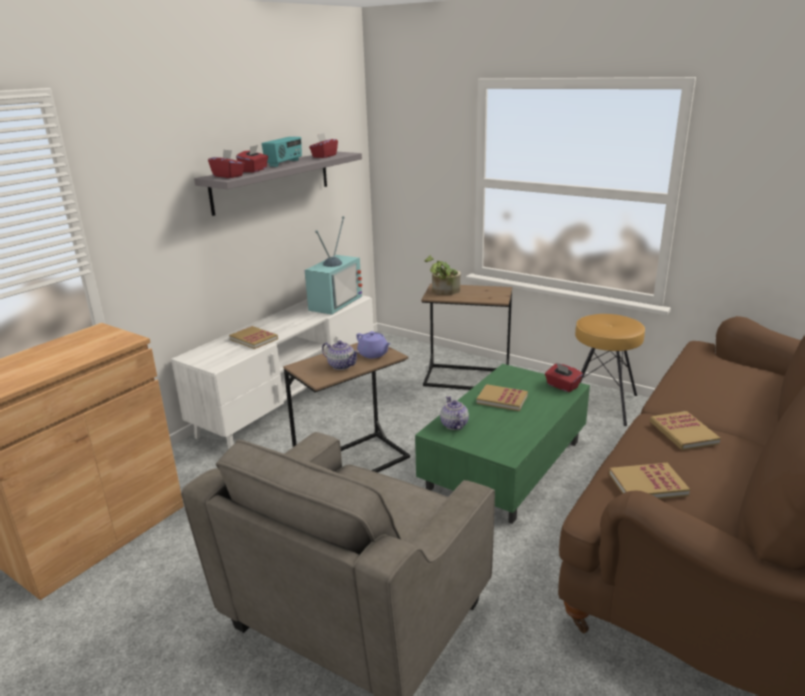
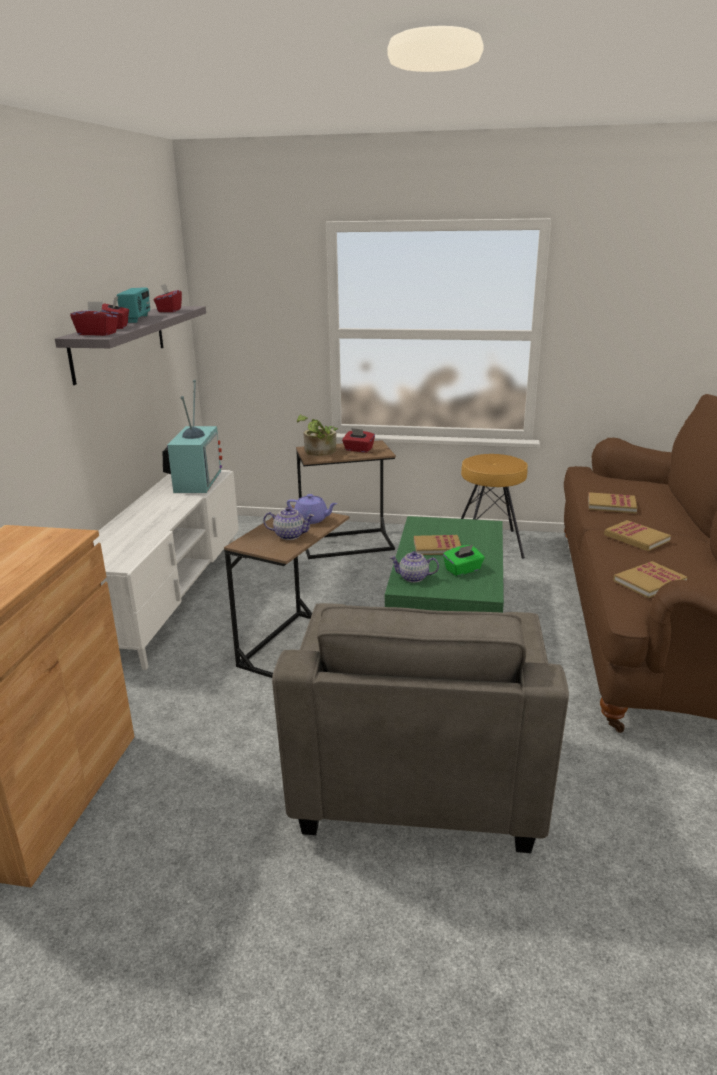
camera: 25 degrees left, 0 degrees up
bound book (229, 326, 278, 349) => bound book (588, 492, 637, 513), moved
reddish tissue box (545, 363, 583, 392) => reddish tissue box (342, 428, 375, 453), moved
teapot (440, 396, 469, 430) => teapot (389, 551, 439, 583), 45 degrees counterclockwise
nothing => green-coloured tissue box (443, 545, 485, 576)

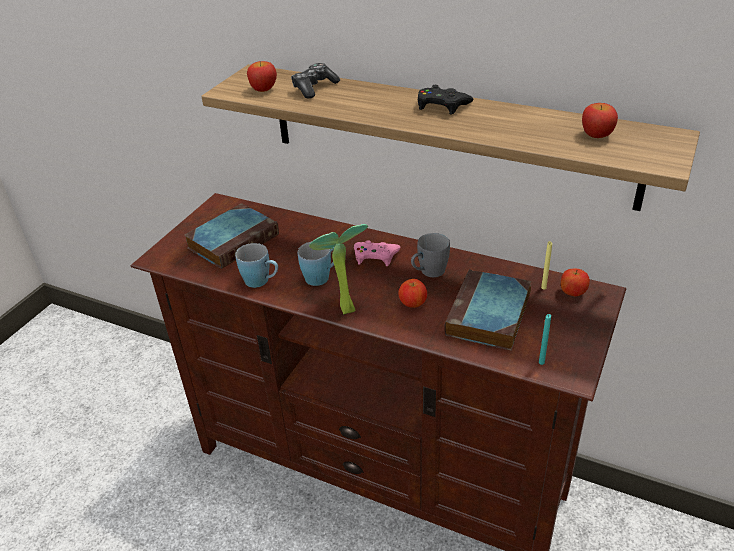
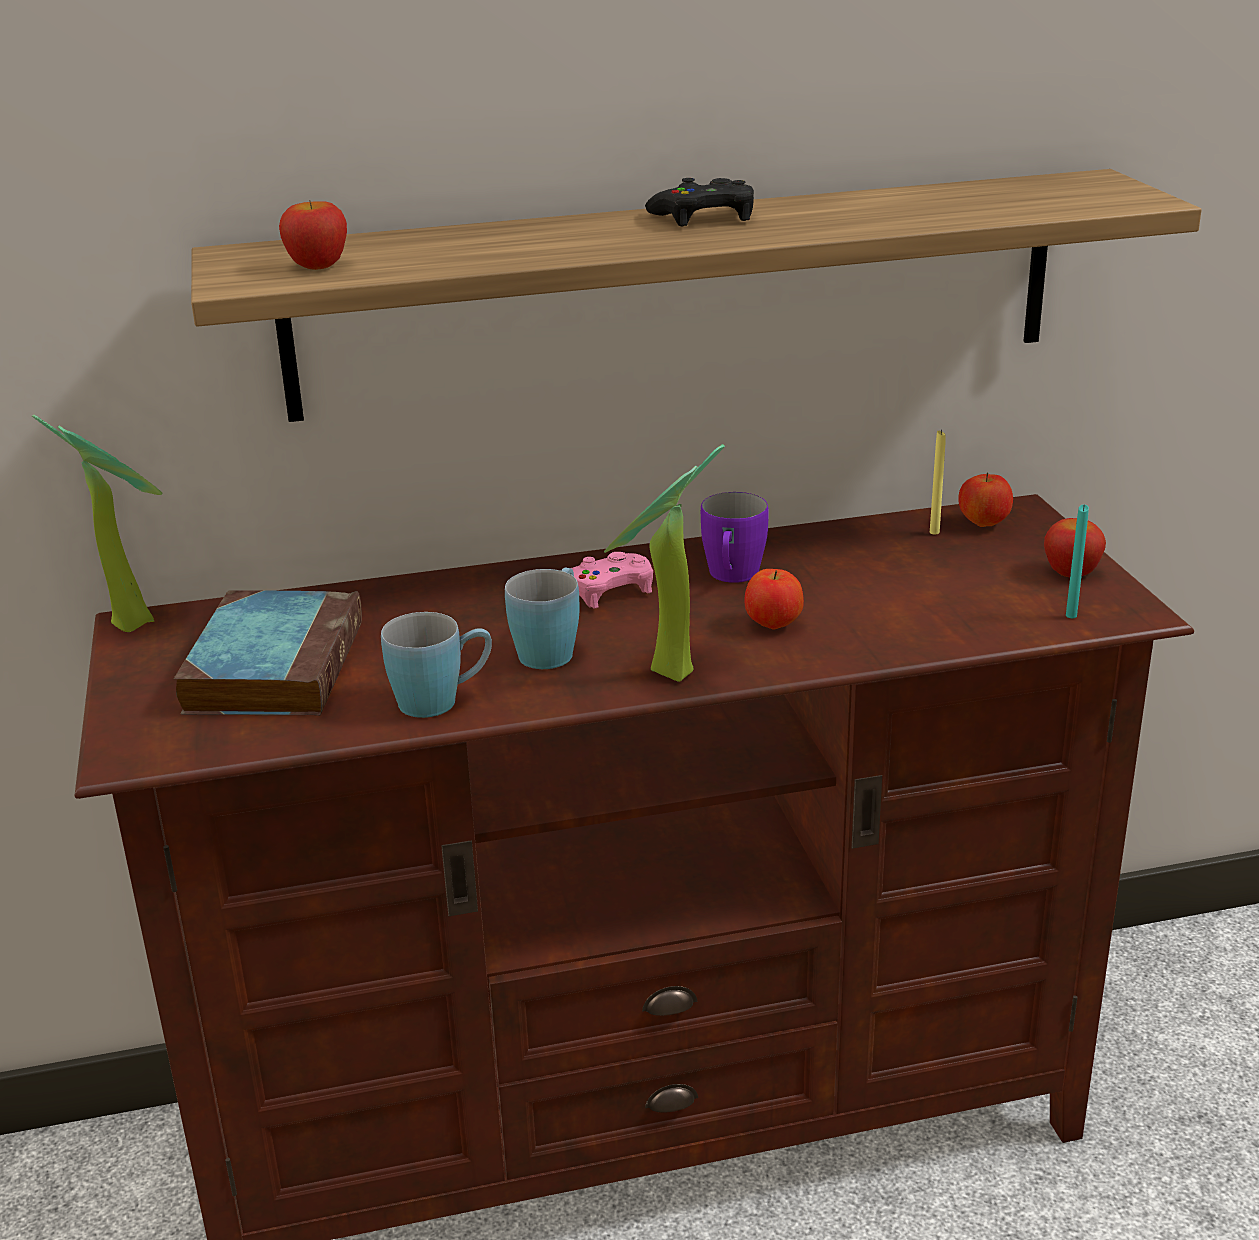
camera: 40 degrees left, 10 degrees down
joypad (291, 63, 340, 99) => nothing
apple fruit (582, 103, 618, 138) => apple fruit (1044, 518, 1106, 577), moved
grey coffee mug (411, 233, 450, 277) => purple-coloured coffee mug (701, 492, 769, 583)
bound book (445, 269, 531, 350) => nothing
nothing => houseplant (32, 415, 163, 632)

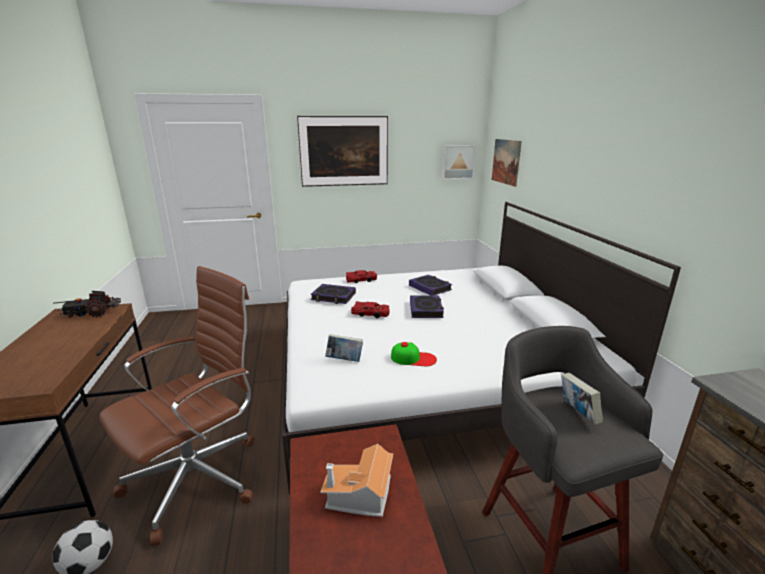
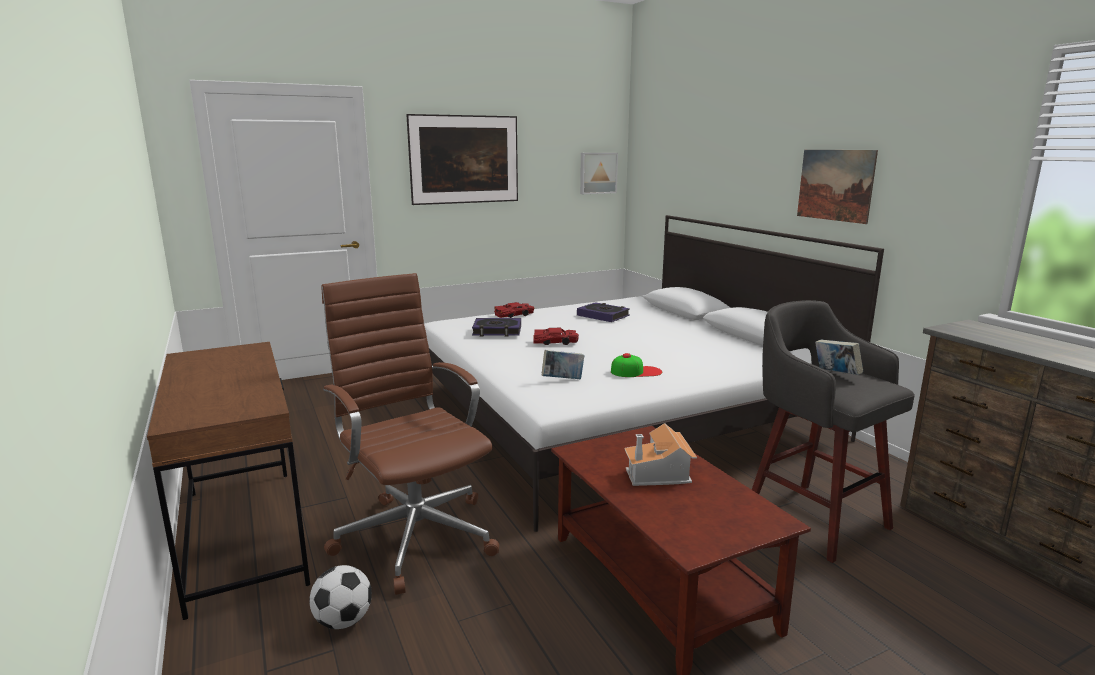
camera: 15 degrees left, 5 degrees down
wall art (492, 139, 522, 187) => wall art (797, 150, 878, 224), moved
brown office chair (99, 266, 255, 546) => brown office chair (321, 273, 499, 595), 60 degrees counterclockwise
toy lorry (53, 291, 121, 318) => nothing
bound book (410, 295, 444, 318) => nothing

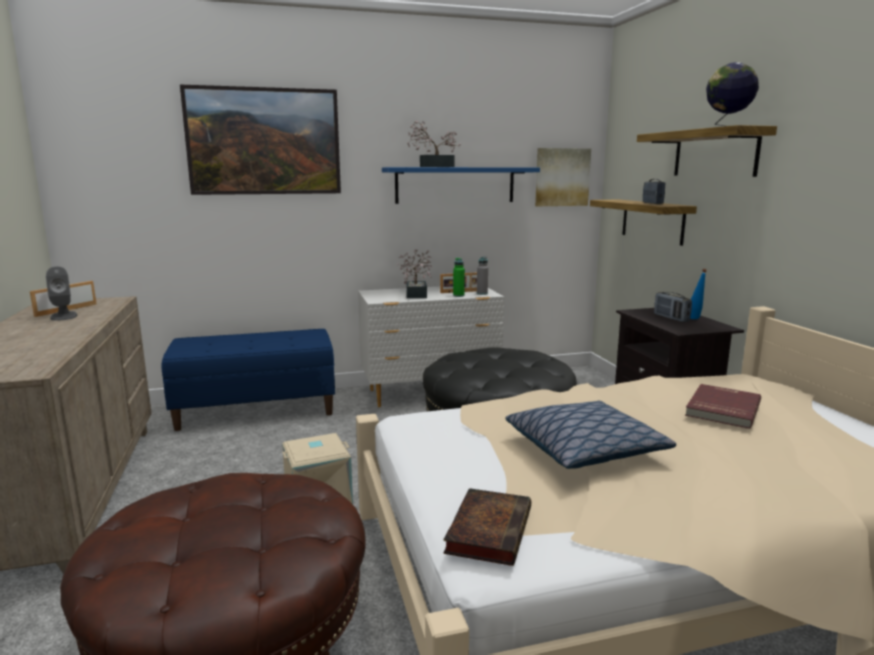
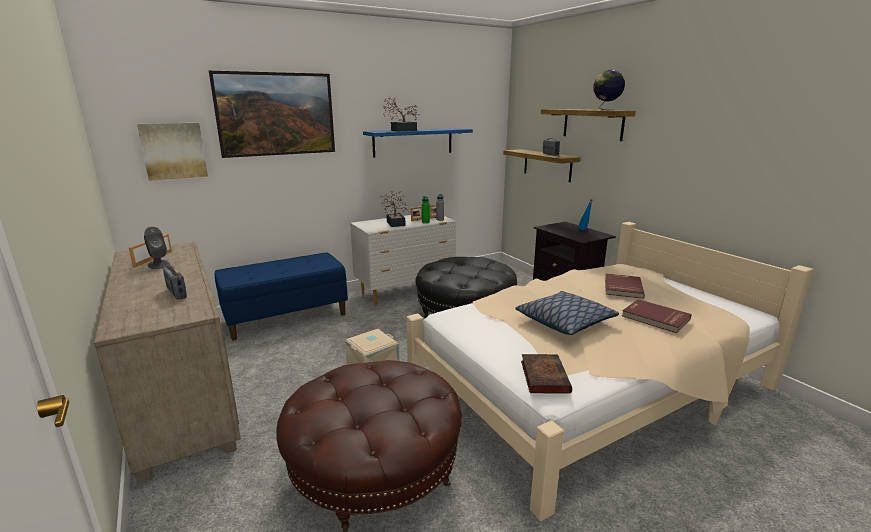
camera: 15 degrees left, 5 degrees up
wall art (535, 148, 591, 206) => wall art (137, 123, 208, 181), moved
radio set (654, 292, 692, 322) => radio set (163, 265, 187, 300), moved
nothing => reddish bound book (622, 299, 692, 333)

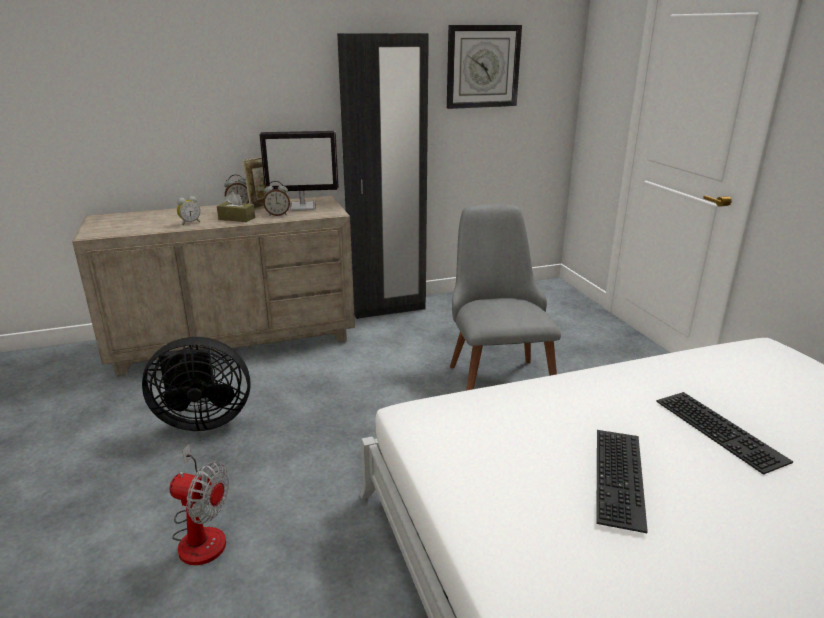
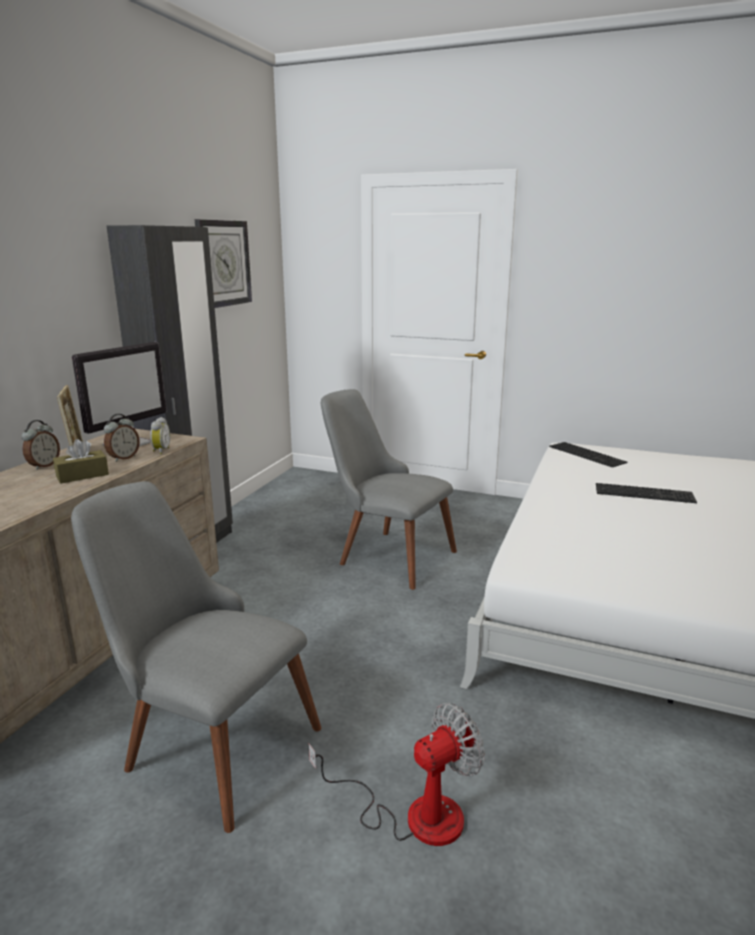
camera: 50 degrees left, 5 degrees down
table clock (177, 196, 200, 225) => table clock (150, 417, 170, 455), moved
black fan (142, 337, 251, 431) => grey plain chair (71, 481, 321, 833)
computer keyboard (596, 430, 648, 533) => computer keyboard (549, 442, 628, 467), moved

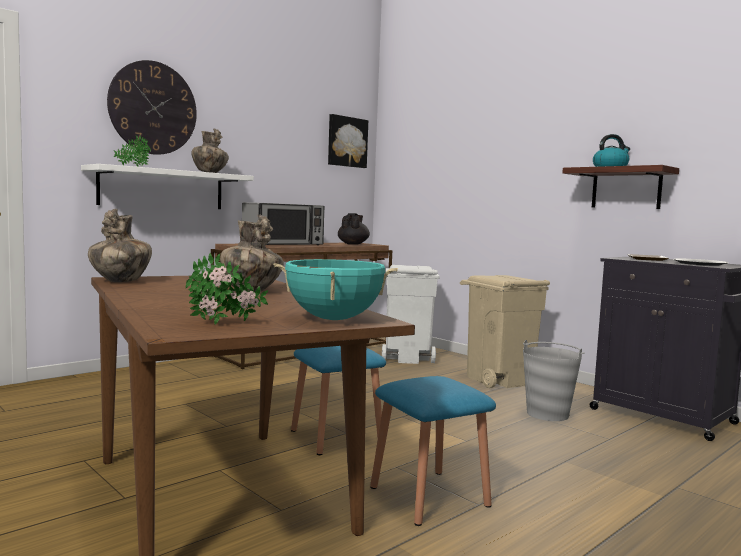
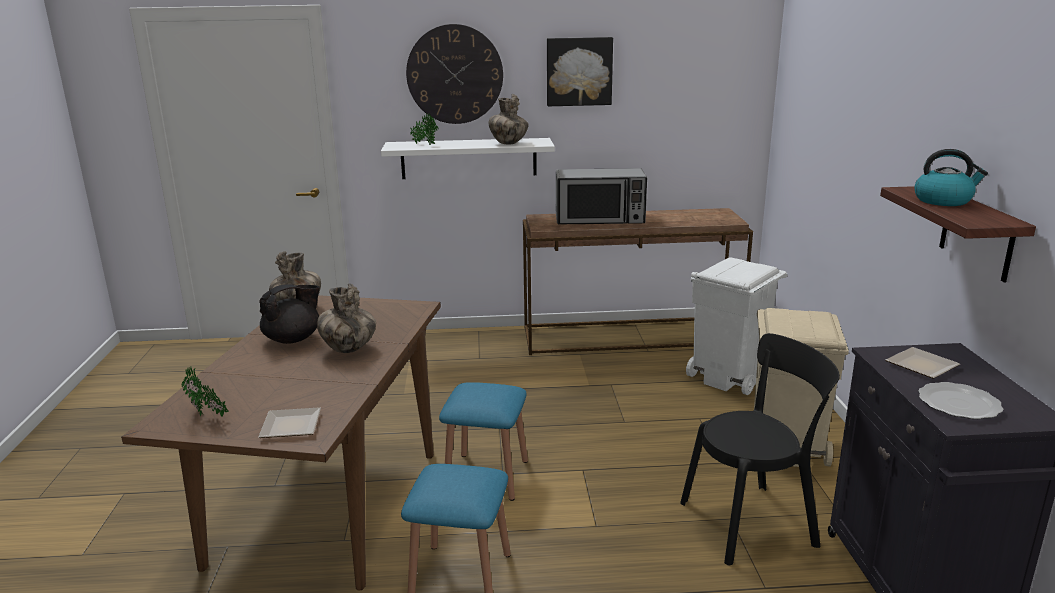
camera: 40 degrees right, 15 degrees up
wall art (328, 114, 368, 168) => wall art (547, 37, 613, 106), moved
black teapot (338, 213, 370, 245) => black teapot (259, 284, 320, 344), moved
turquoise stockpot (274, 259, 398, 320) => plate (258, 408, 321, 438)
grey water bucket (523, 340, 585, 421) => black plain chair (680, 333, 840, 565)

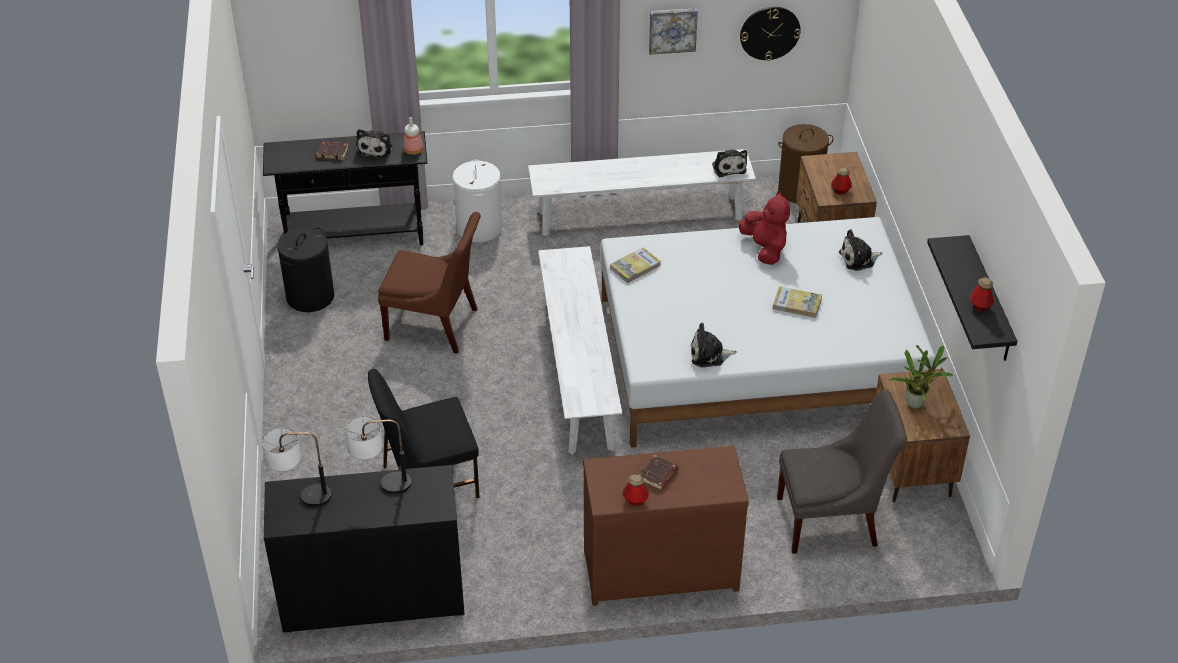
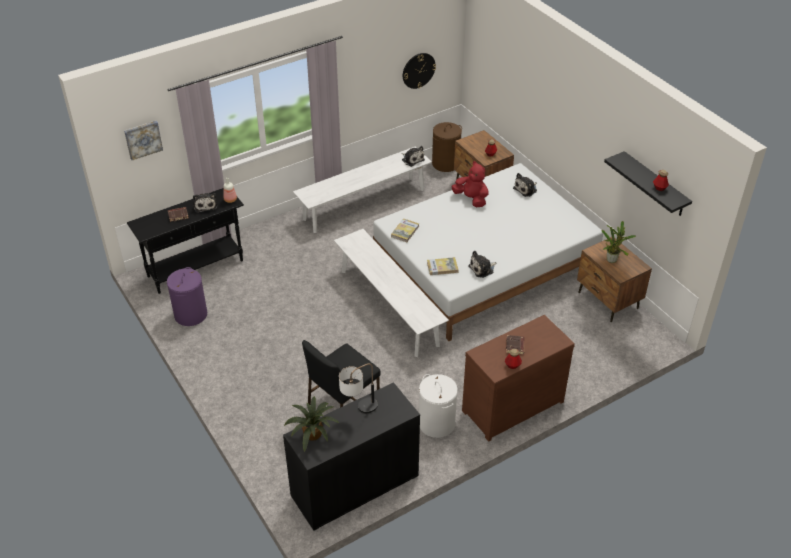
camera: 25 degrees left, 0 degrees up
wall art (649, 8, 698, 55) => wall art (124, 121, 163, 160), moved
whitish washing basket (453, 159, 502, 242) => whitish washing basket (419, 374, 458, 438), moved
brown plain chair (378, 212, 481, 354) => nothing
black washing basket (277, 227, 334, 312) => purple-coloured washing basket (167, 267, 207, 326)
bound book (773, 286, 822, 318) => bound book (427, 257, 459, 275), moved
grey plain chair (777, 389, 907, 554) => nothing
table lamp (262, 427, 331, 507) => houseplant (284, 396, 339, 452)

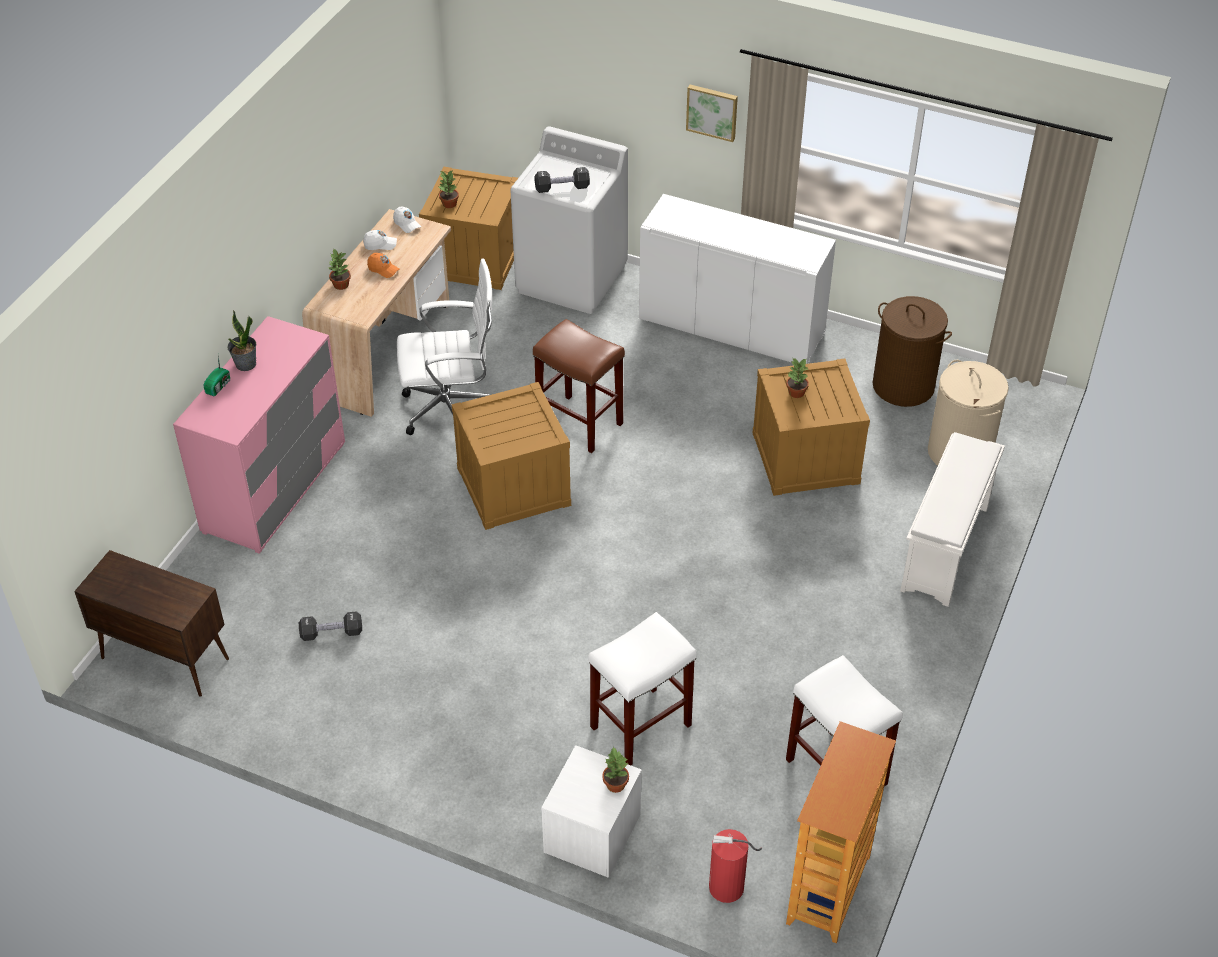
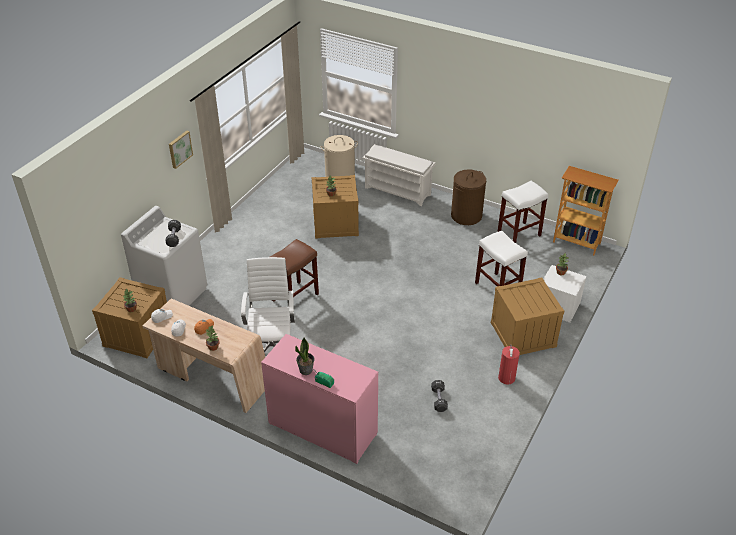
camera: 85 degrees left, 5 degrees down
whitish cabinet (639, 194, 836, 364) => nothing
brown washing basket (872, 296, 952, 407) => brown washing basket (451, 169, 486, 225), moved
crate (452, 382, 571, 530) => crate (491, 277, 564, 355), moved
brown cabinet (74, 550, 229, 697) => nothing
fire-fighting cylinder (709, 829, 762, 903) => fire-fighting cylinder (498, 345, 520, 384), moved

